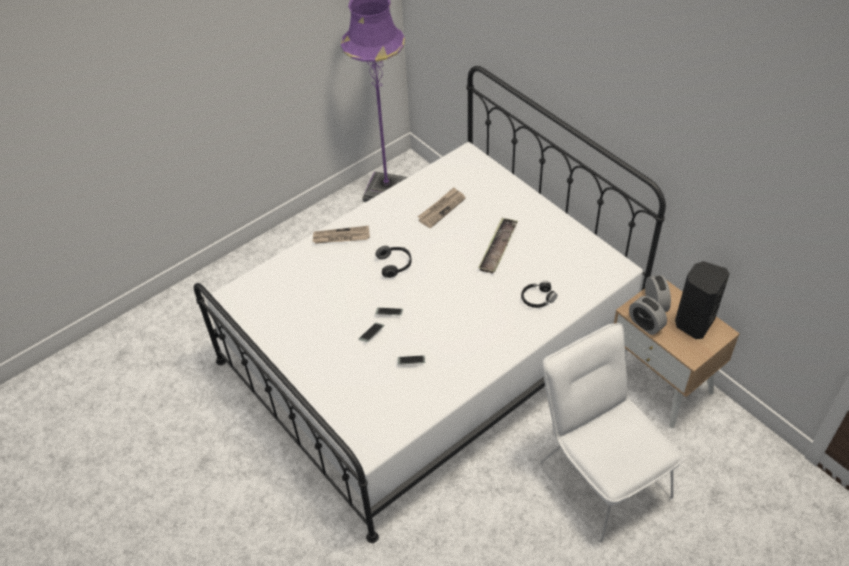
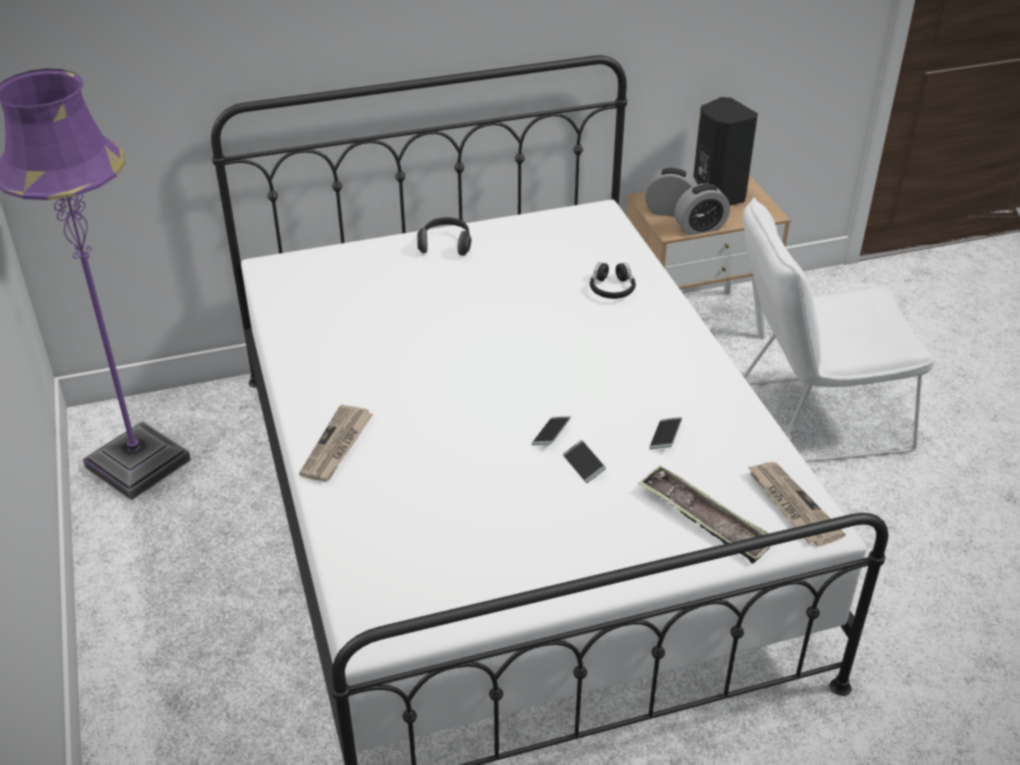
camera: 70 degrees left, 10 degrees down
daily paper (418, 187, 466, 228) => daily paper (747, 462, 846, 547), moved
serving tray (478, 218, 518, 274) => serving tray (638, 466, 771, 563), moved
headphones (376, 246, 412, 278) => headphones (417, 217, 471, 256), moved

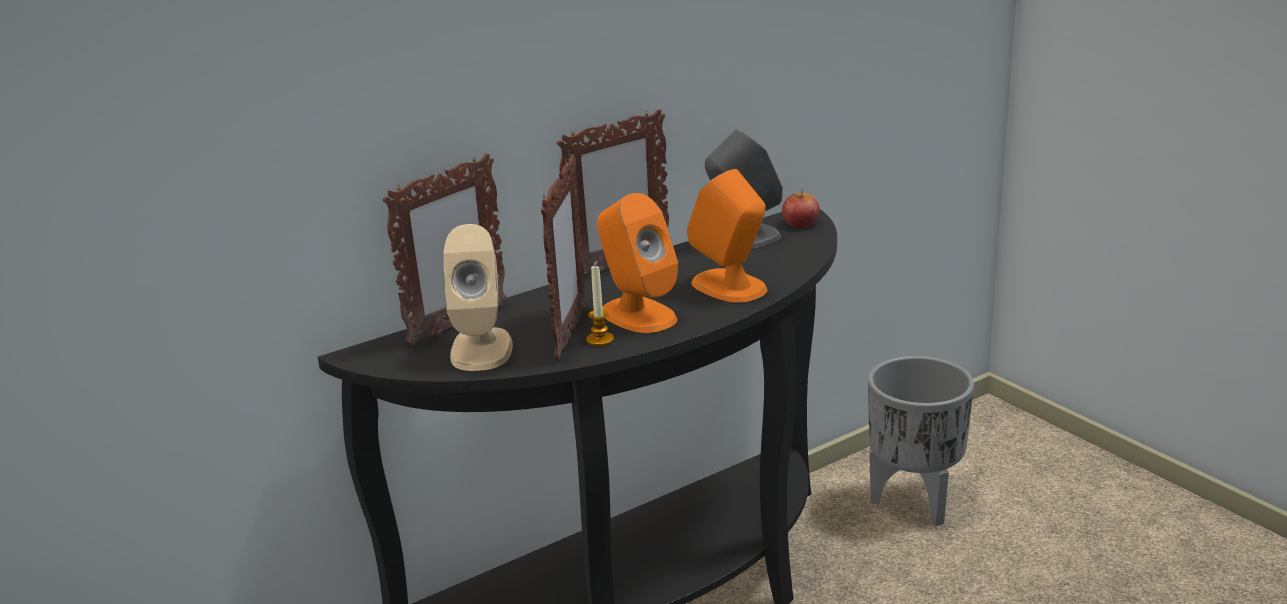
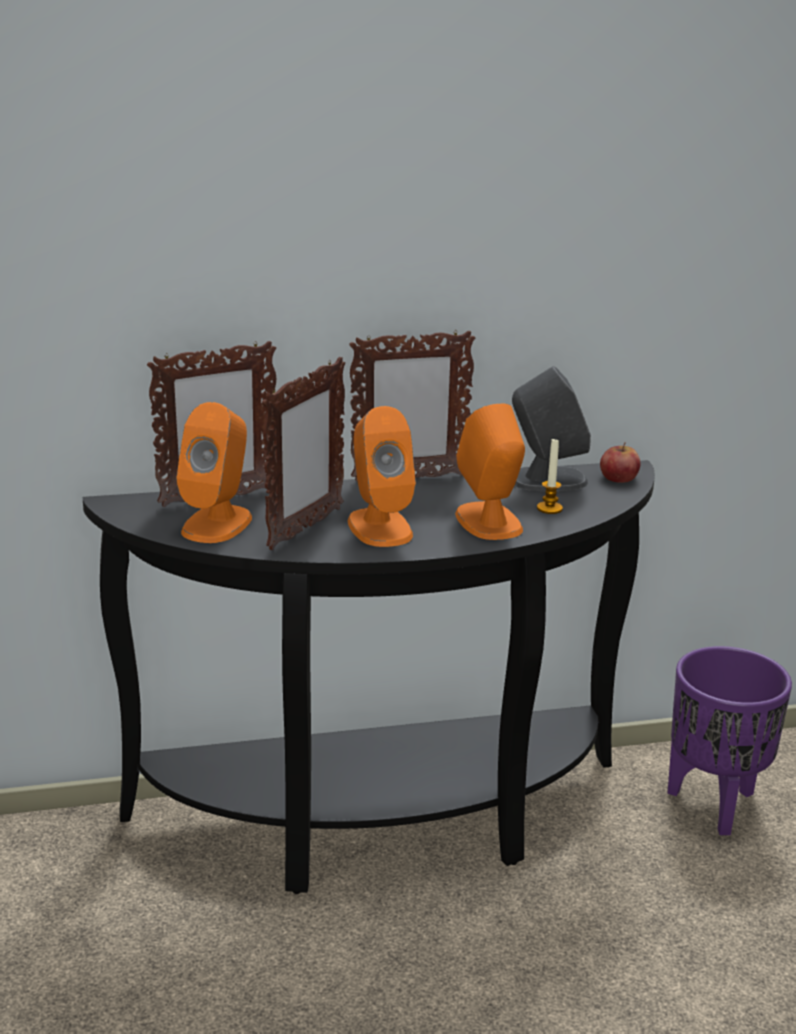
camera: 20 degrees right, 0 degrees up
beige speaker (443, 224, 513, 371) => orange-coloured speaker (176, 402, 252, 543)
candle (586, 266, 614, 346) => candle (537, 437, 563, 514), moved
grey planter (868, 356, 974, 526) => purple-coloured planter (668, 646, 792, 835)

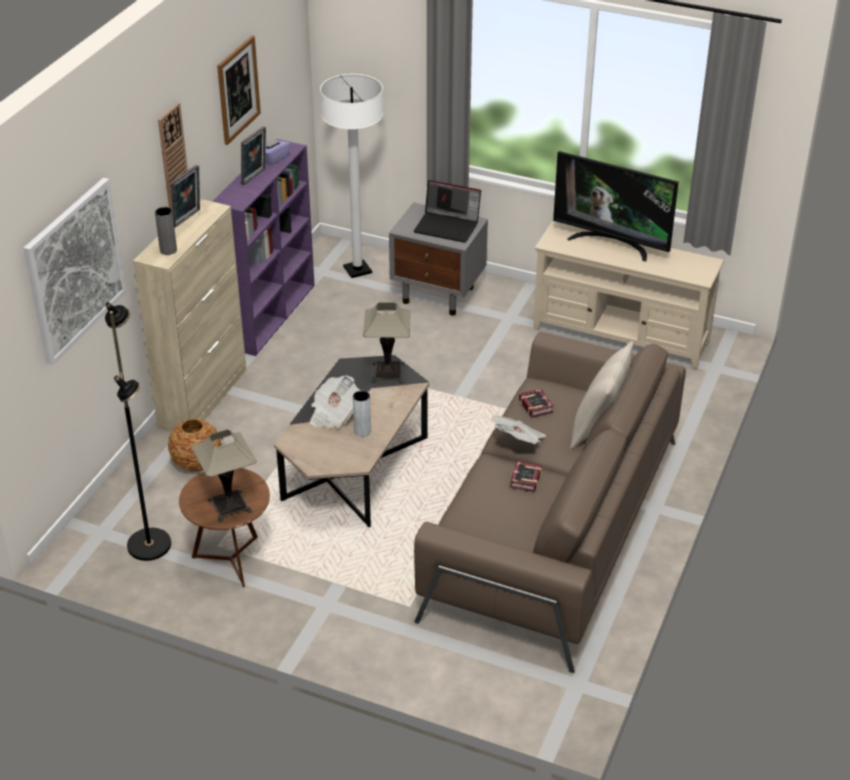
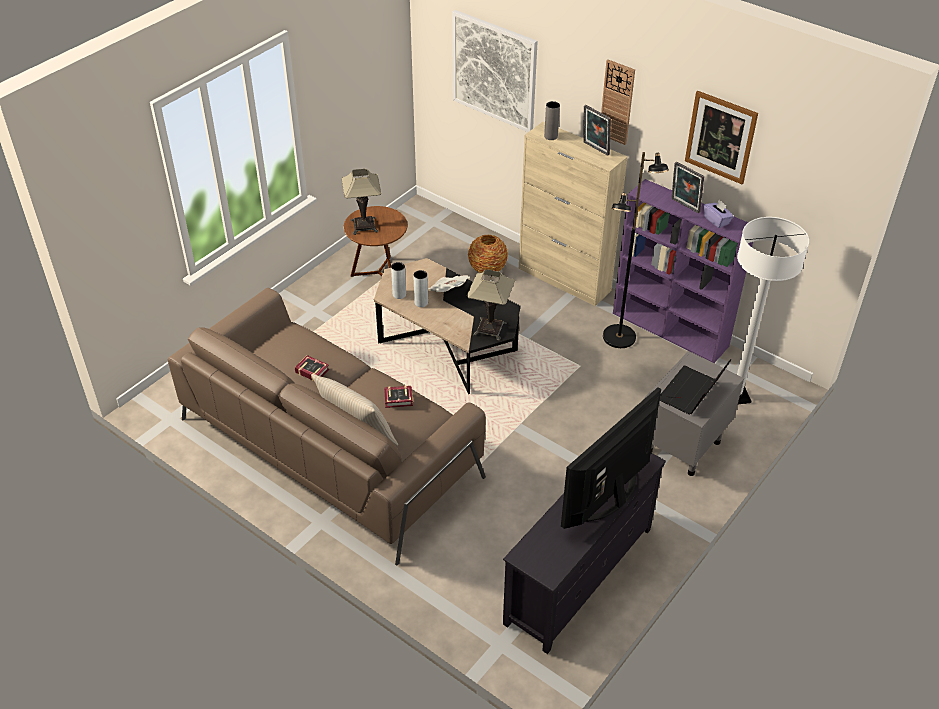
camera: 105 degrees right, 5 degrees up
beige tv unit (533, 222, 725, 369) => black tv unit (503, 453, 666, 654)
black standing lamp (105, 302, 171, 561) => black standing lamp (603, 152, 669, 348), moved
daily paper (491, 415, 546, 444) => nothing
nothing => grey vase (391, 262, 406, 299)

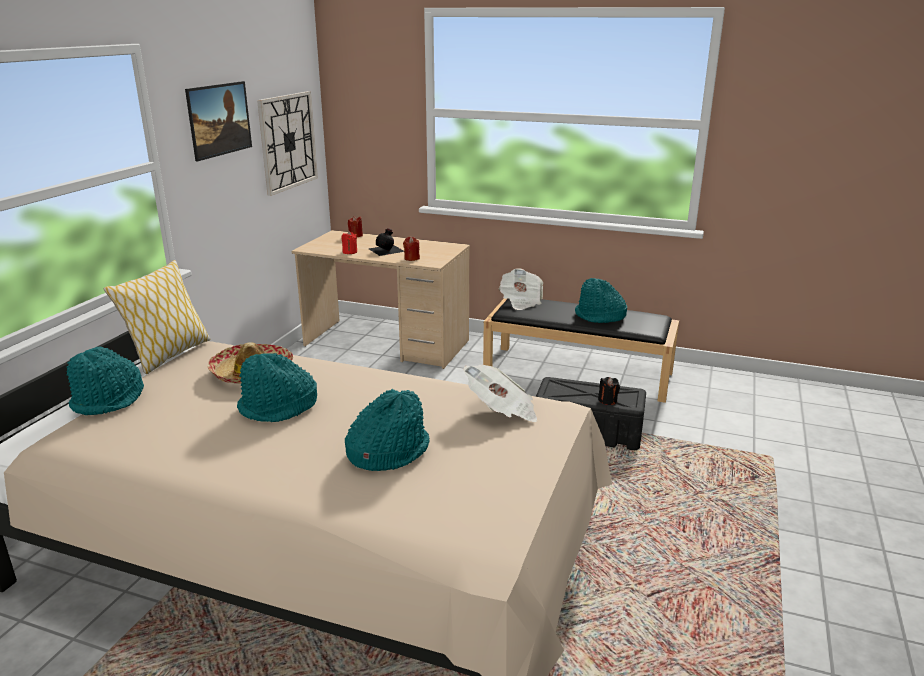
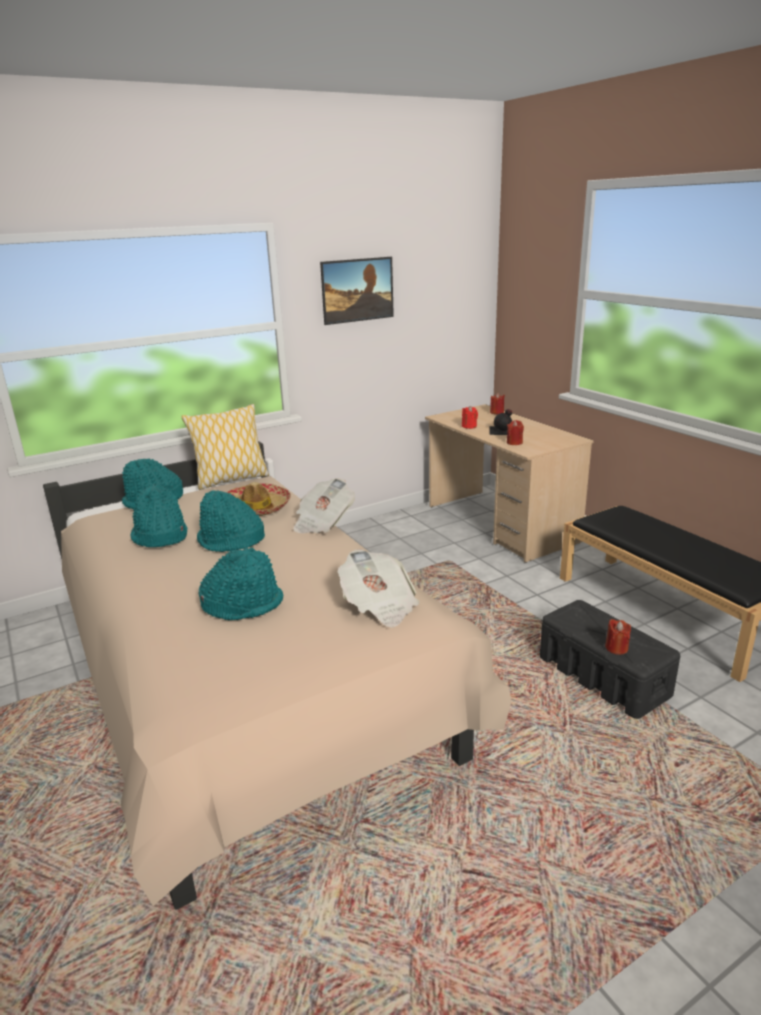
camera: 40 degrees right, 0 degrees up
clock on the wall (257, 91, 318, 196) => nothing
daily paper (499, 268, 543, 310) => daily paper (293, 478, 355, 533), moved
turquoise hat (575, 278, 627, 323) => turquoise hat (130, 484, 187, 547), moved
black candle (598, 377, 620, 405) => reddish candle (605, 619, 631, 655)

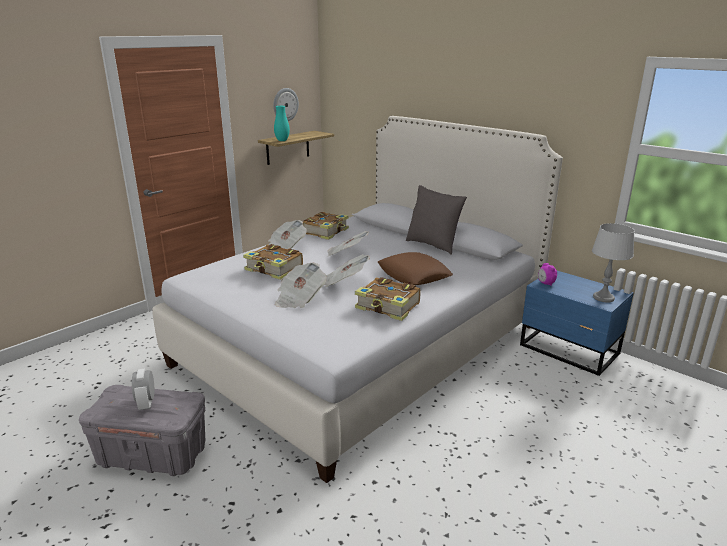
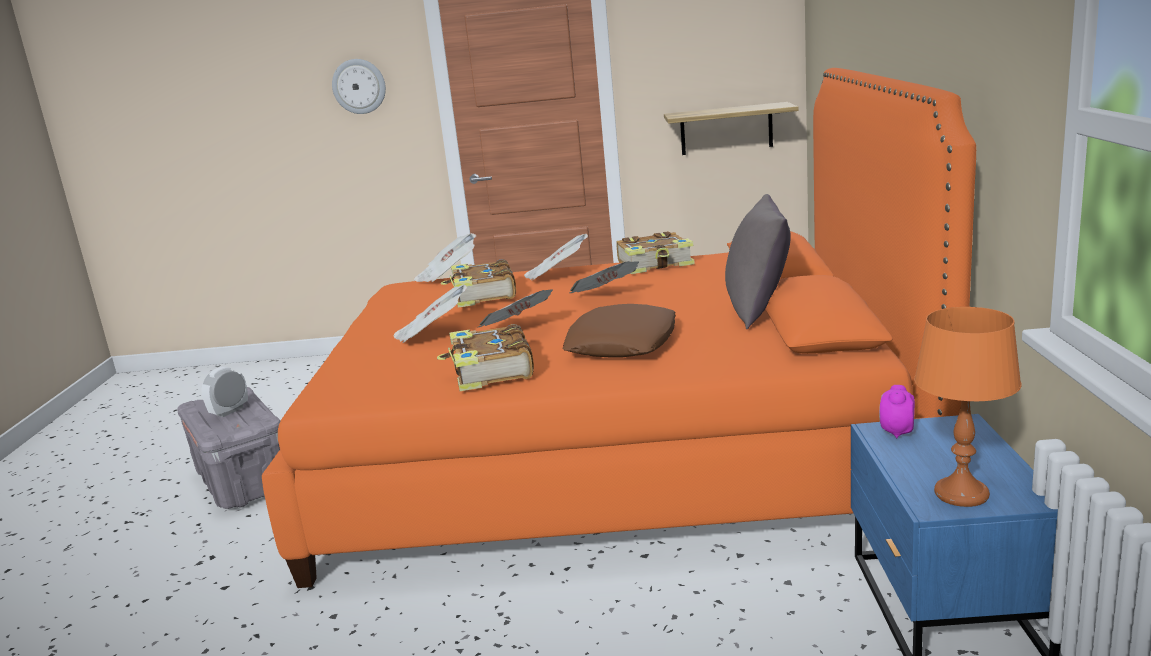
camera: 50 degrees right, 5 degrees down
clock on the wall (273, 88, 299, 121) => clock on the wall (332, 59, 386, 114), moved
turquoise vase (274, 106, 290, 141) => nothing
whitish sleeping bed (152, 116, 563, 483) => orange-coloured sleeping bed (262, 68, 976, 588)
grey table lamp (592, 223, 635, 303) => orange-coloured table lamp (914, 307, 1021, 507)
nothing => daily paper (414, 233, 476, 282)

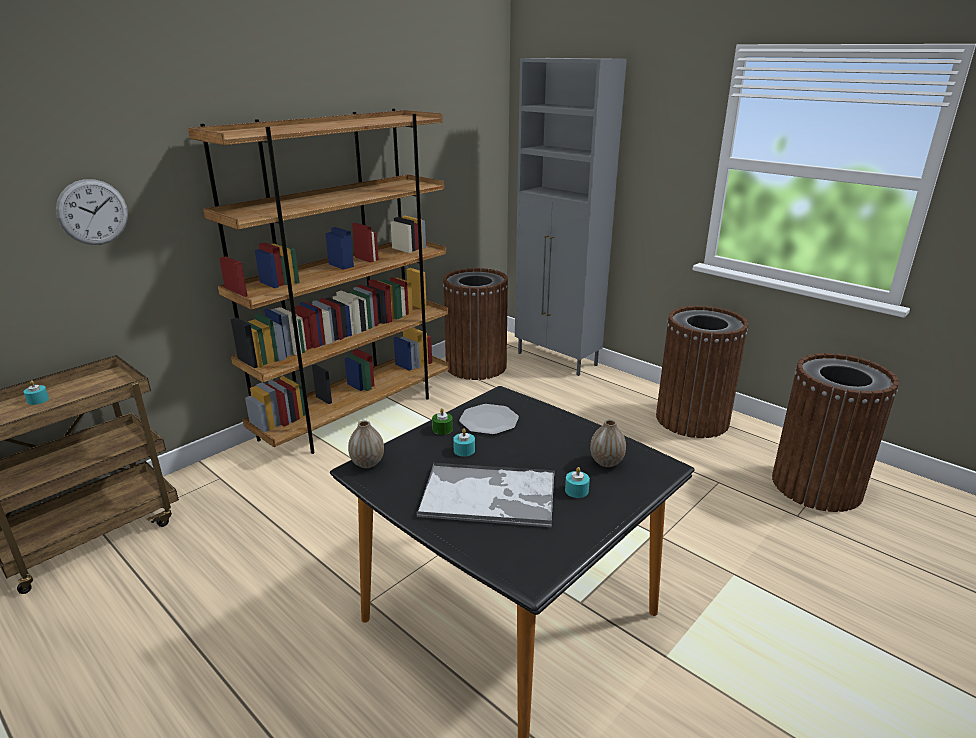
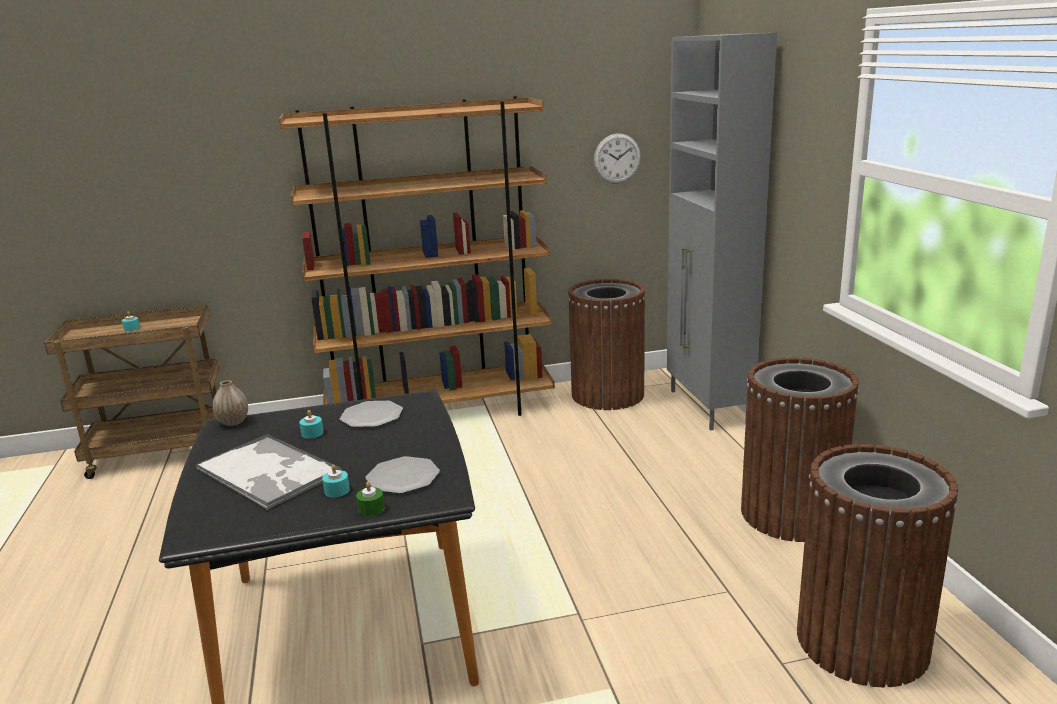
camera: 35 degrees right, 5 degrees down
clock on the wall (56, 179, 128, 245) => clock on the wall (594, 133, 641, 184), moved
green-coloured candle (432, 408, 453, 435) => green-coloured candle (356, 482, 384, 516), moved
vase (590, 420, 626, 467) => plate (365, 456, 440, 494)

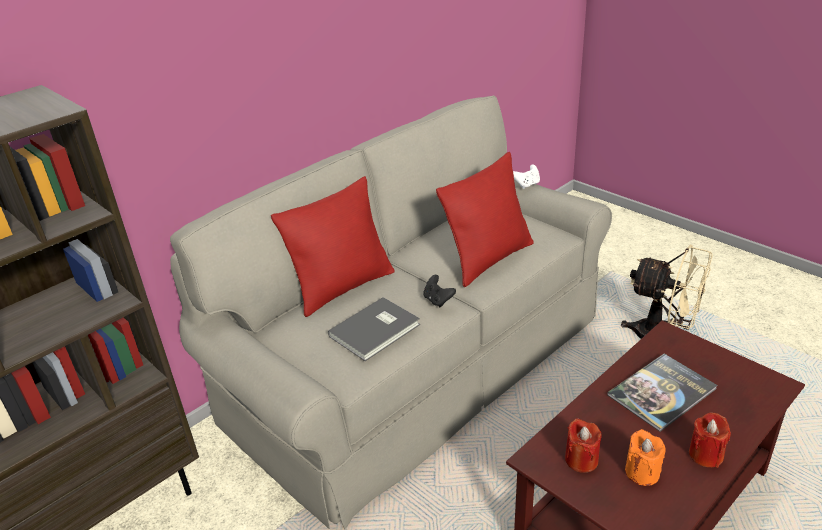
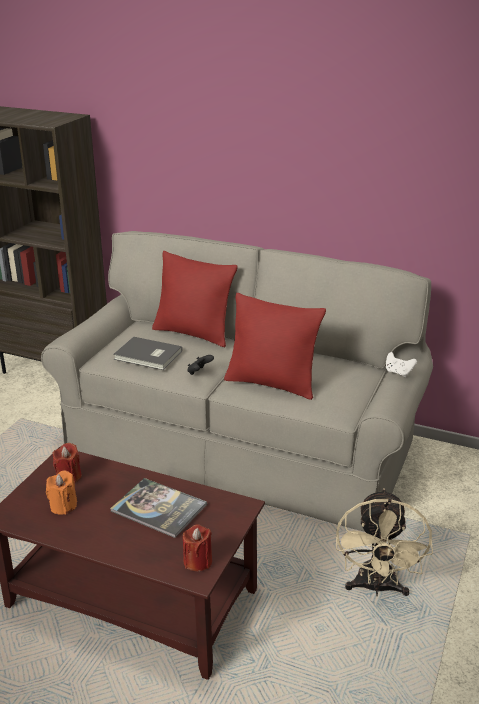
camera: 65 degrees right, 5 degrees down
reddish candle (689, 412, 731, 468) => reddish candle (183, 524, 212, 571), moved

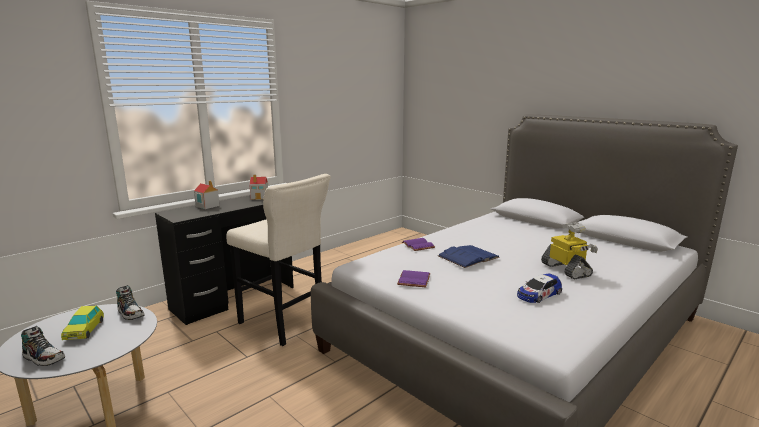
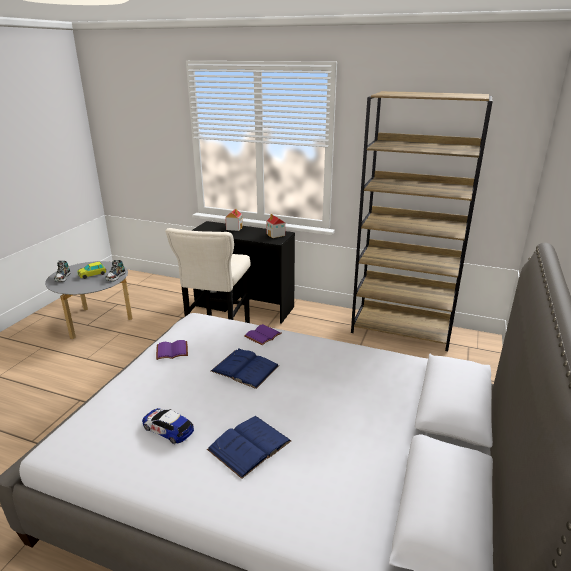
camera: 65 degrees right, 10 degrees up
robot figure (541, 222, 598, 279) => bluish bound book (207, 416, 291, 479)
nothing => brown bookshelf (351, 91, 493, 351)

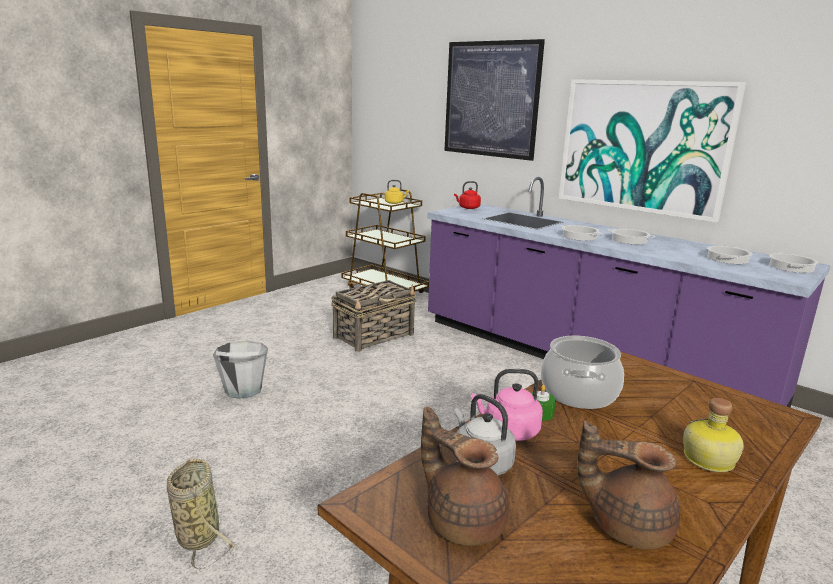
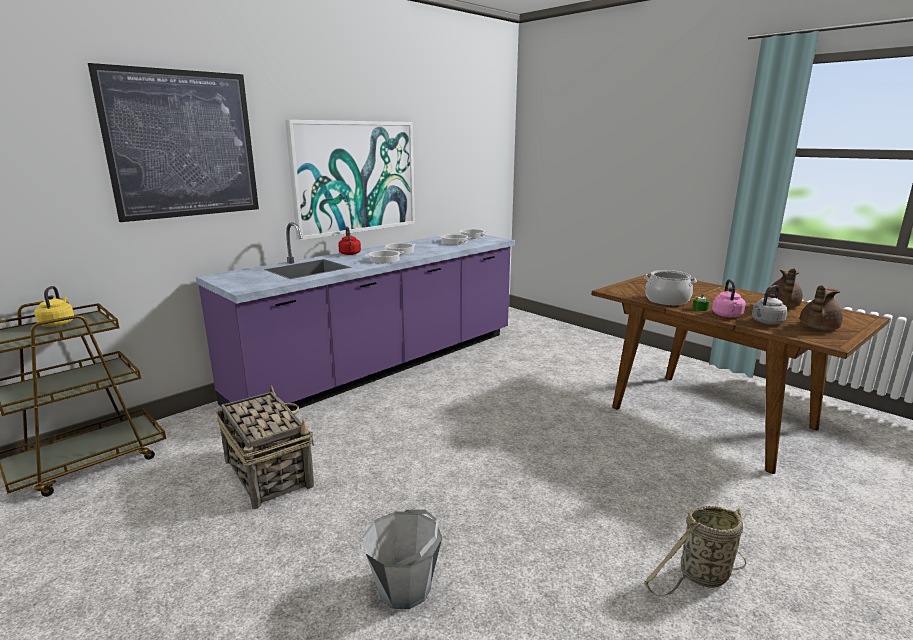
camera: 85 degrees left, 0 degrees up
reddish water kettle (454, 181, 481, 209) => reddish water kettle (338, 227, 361, 255), moved
drink bottle (683, 398, 744, 472) => nothing

